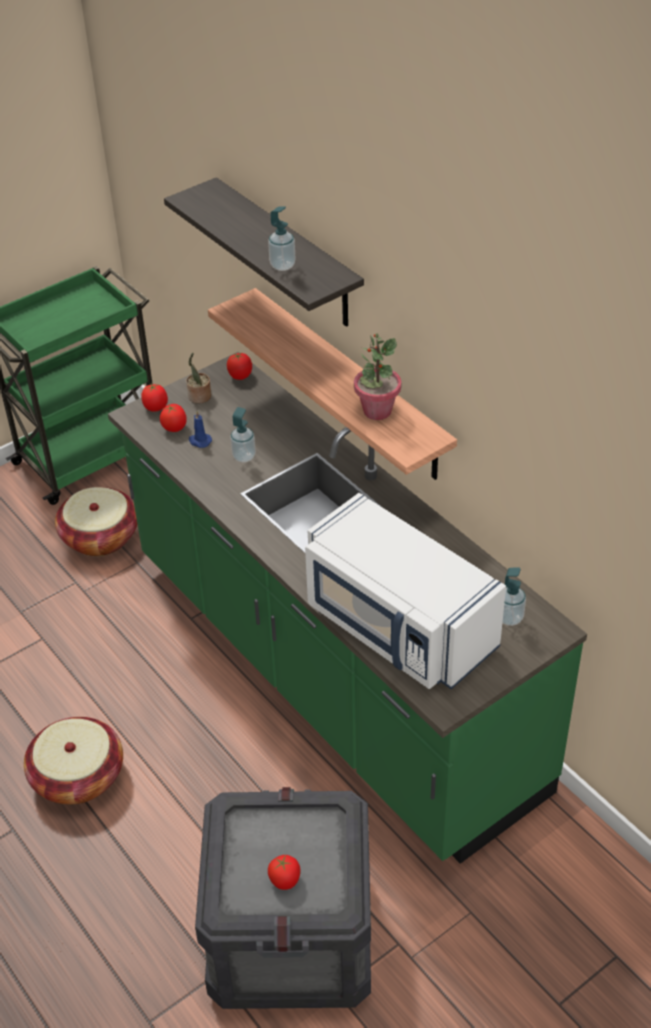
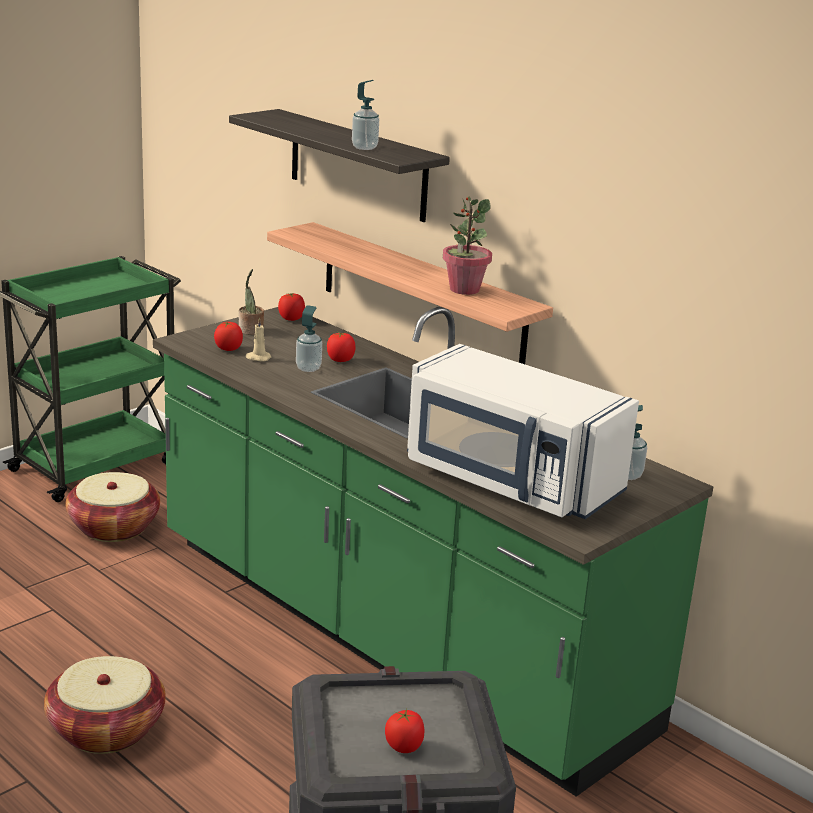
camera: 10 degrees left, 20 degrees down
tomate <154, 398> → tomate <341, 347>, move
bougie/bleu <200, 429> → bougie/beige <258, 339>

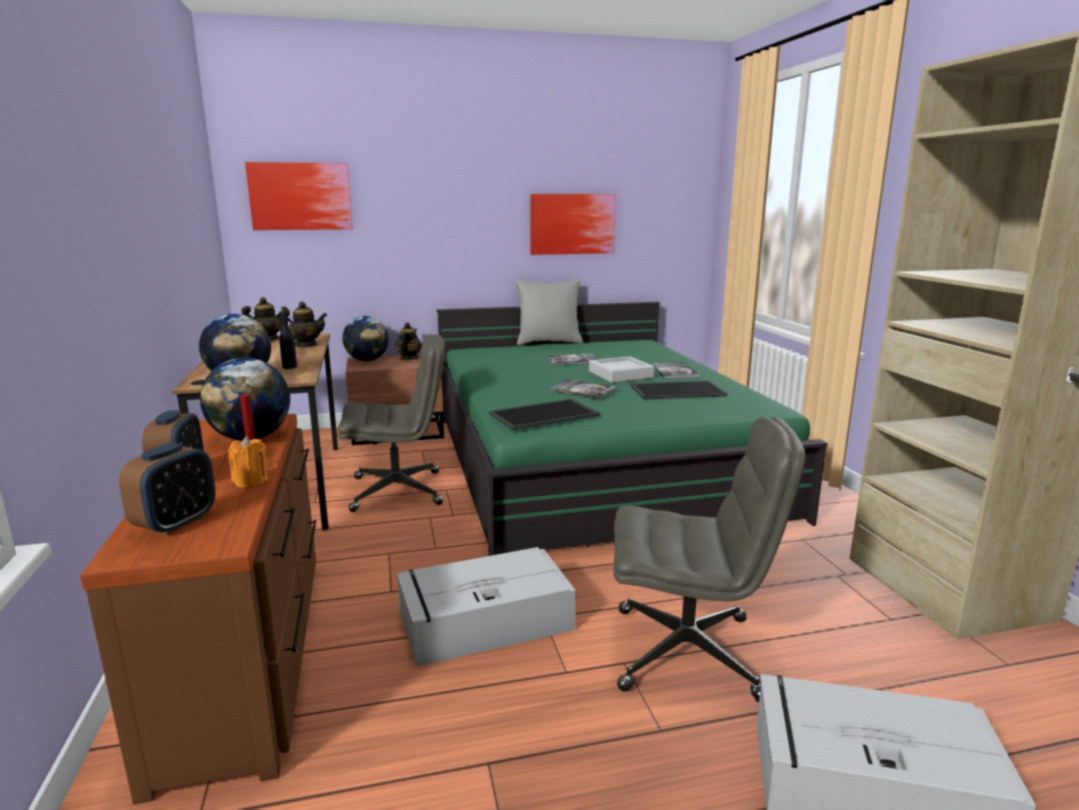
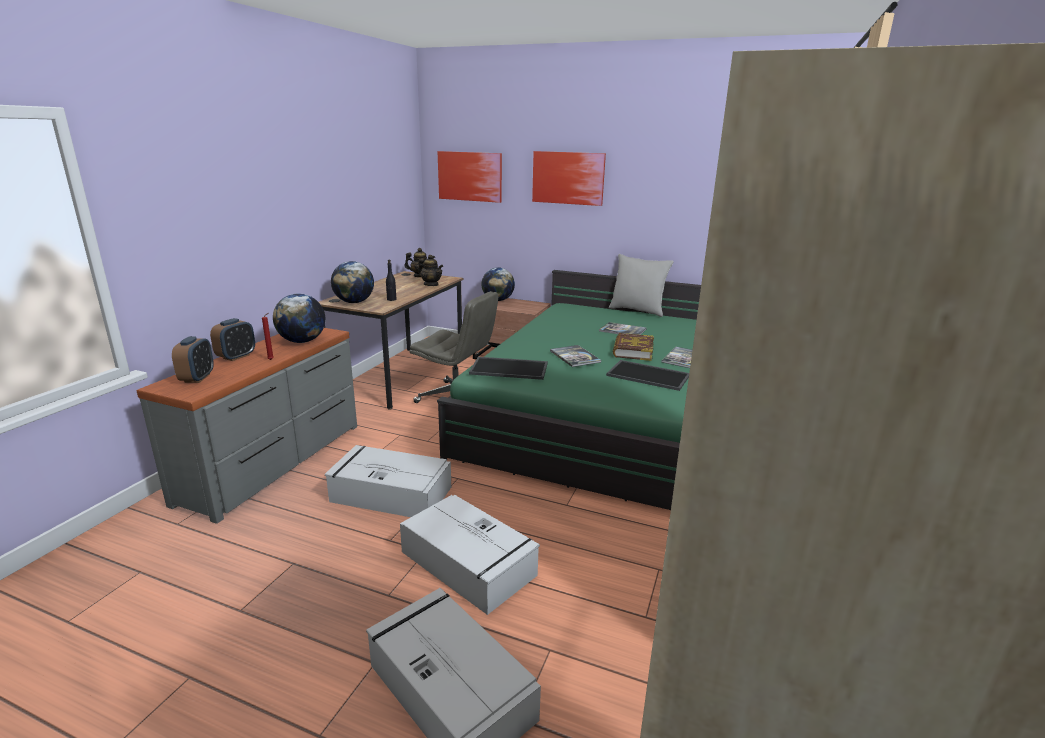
camera: 35 degrees right, 5 degrees up
tableau <573, 224> → tableau <569, 178>, move
théière <408, 341> → -
plateau/gris <621, 369> → livre <633, 347>
commode/marron <198, 609> → commode/gris <247, 426>
chaise de bureau/gris <709, 559> → boîte de rangement/gris <470, 555>
bougie/orange <248, 461> → -
réveil <167, 488> → réveil <193, 359>, 60 degrees counterclockwise

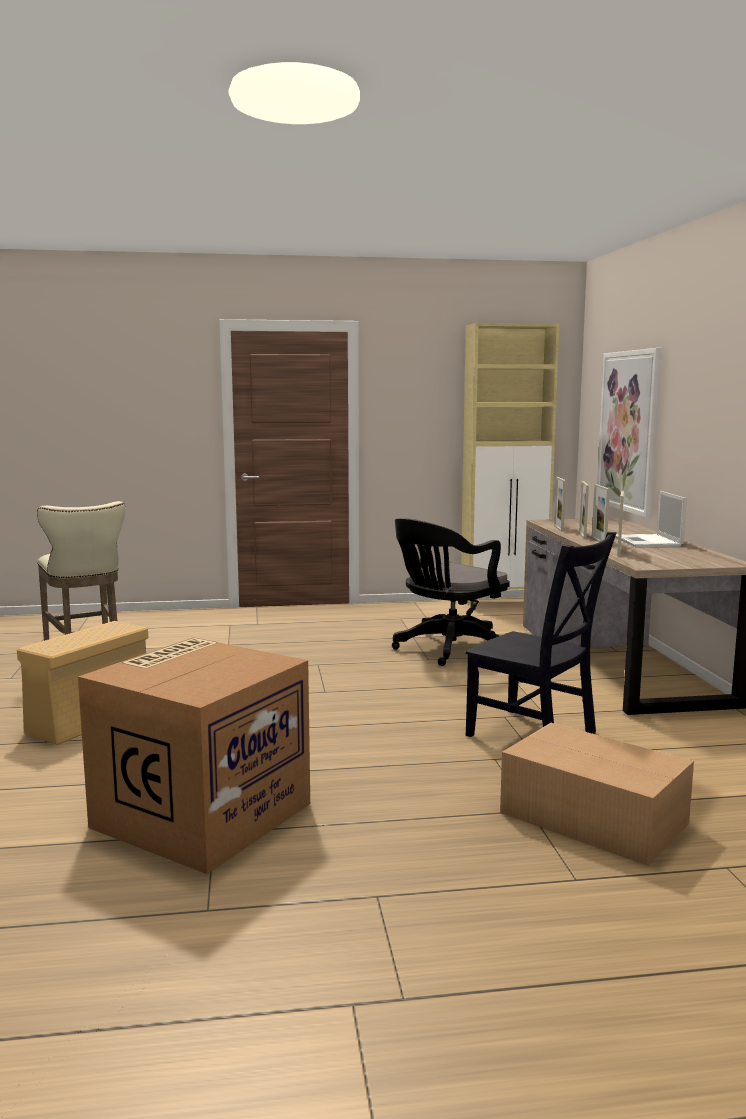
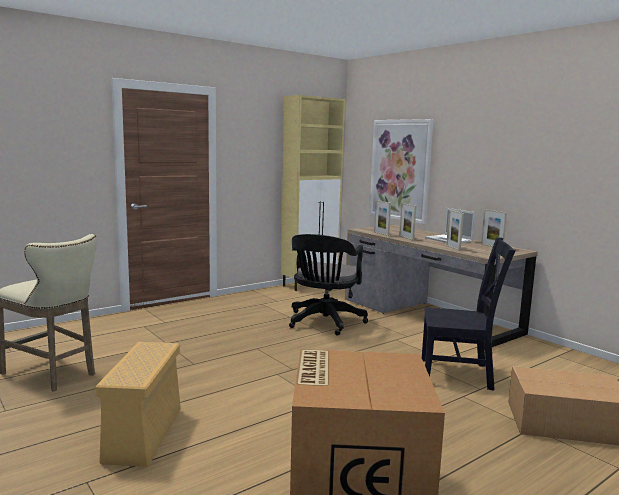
camera: 30 degrees left, 0 degrees up
cadre photo <601, 513> → cadre photo <494, 228>, move

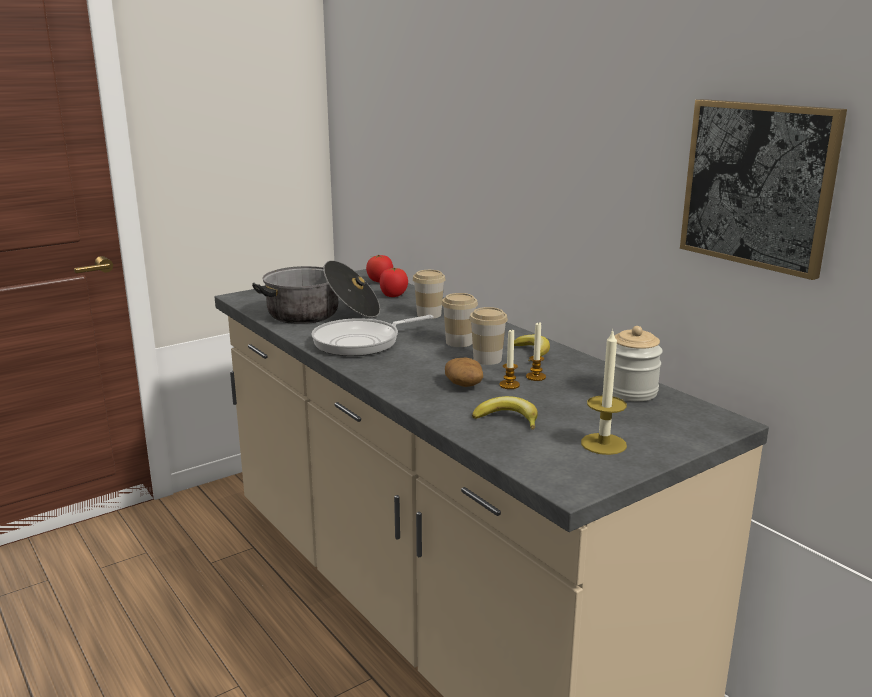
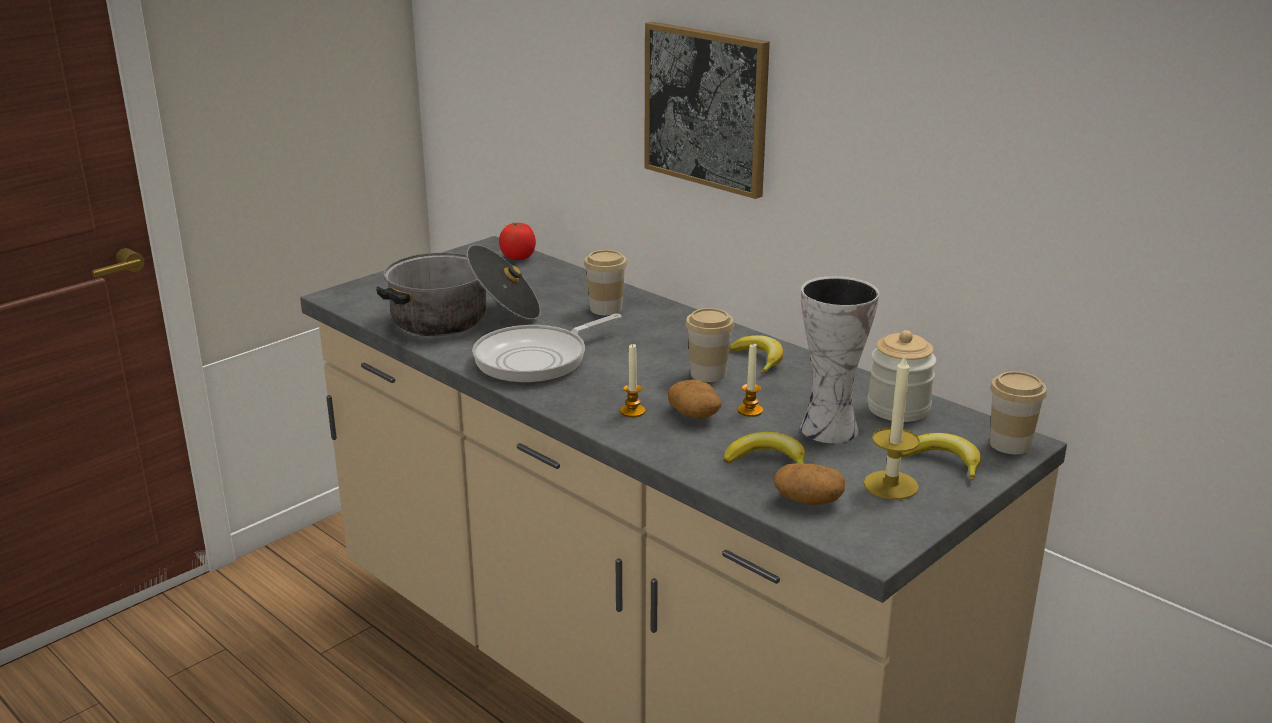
camera: 10 degrees left, 5 degrees up
tableau <763, 189> → tableau <707, 110>, move
tomate <394, 282> → -
tasse <460, 320> → tasse <1018, 412>, move
bougie <536, 351> → bougie <632, 380>, move
- → vase <839, 359>
- → banane <941, 457>
- → pomme de terre <809, 484>

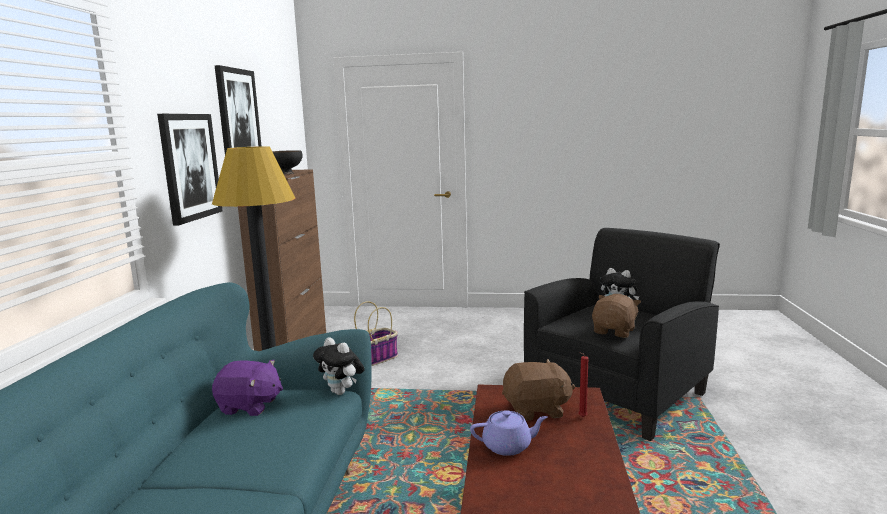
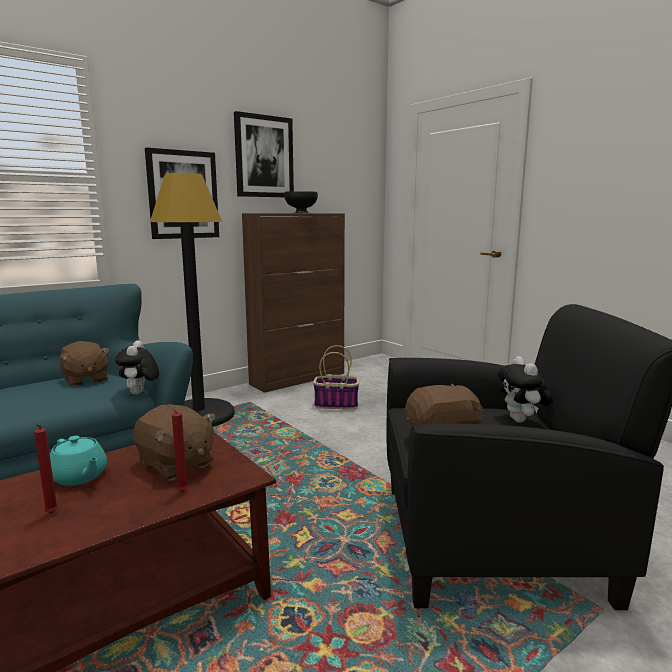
camera: 45 degrees right, 0 degrees up
peluche/violet <247, 388> → peluche/marron <85, 363>
théière/violet <509, 433> → théière/turquoise <78, 461>
- → bougie/rouge <46, 468>

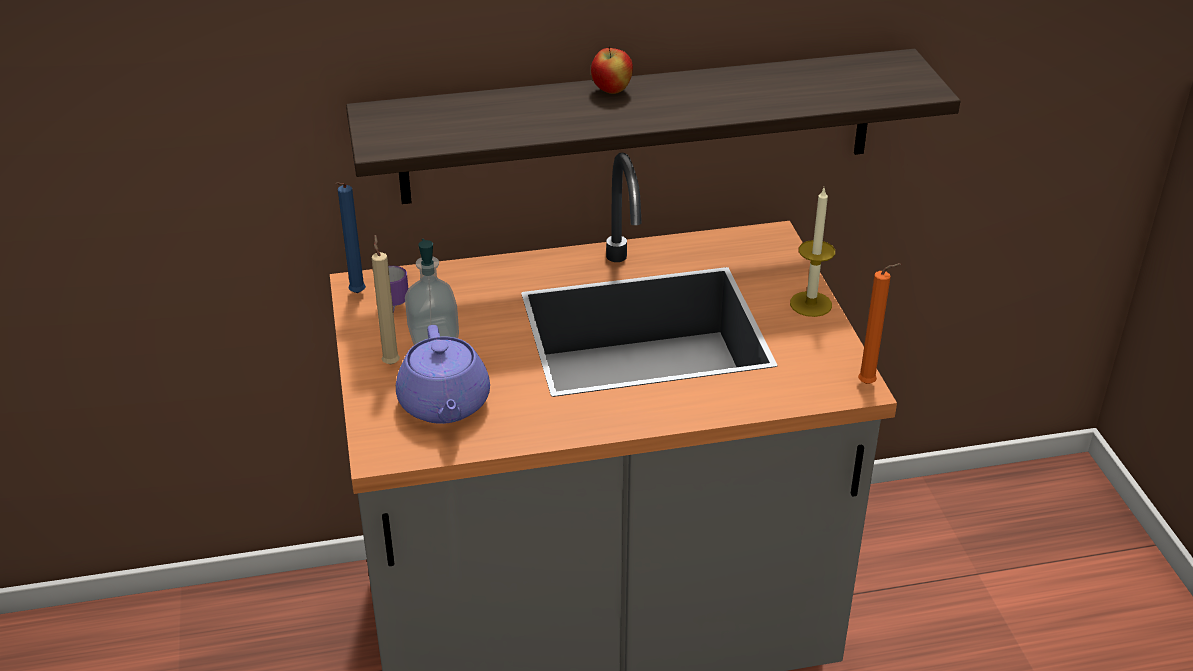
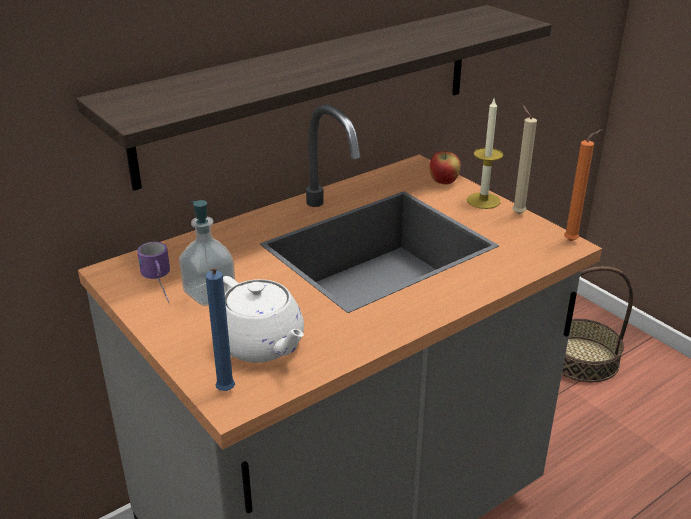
camera: 25 degrees left, 5 degrees down
pomme <612, 70> → pomme <445, 167>, move
bougie/bleu <351, 237> → bougie/bleu <220, 329>, move
bougie/beige <386, 300> → bougie/beige <524, 159>, move
théière/violet <443, 374> → théière/blanc <263, 319>
- → panier <597, 324>

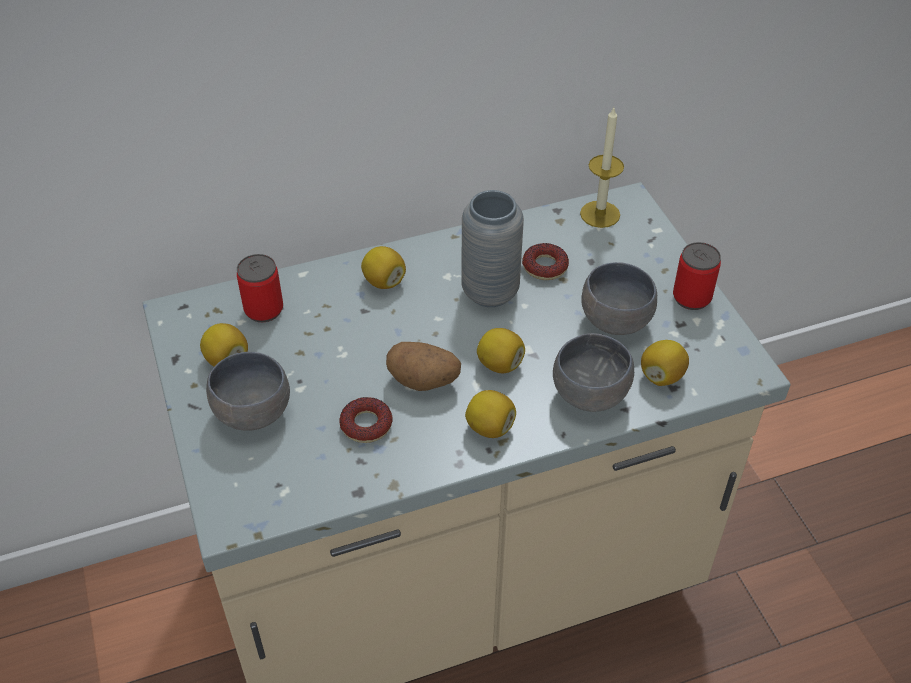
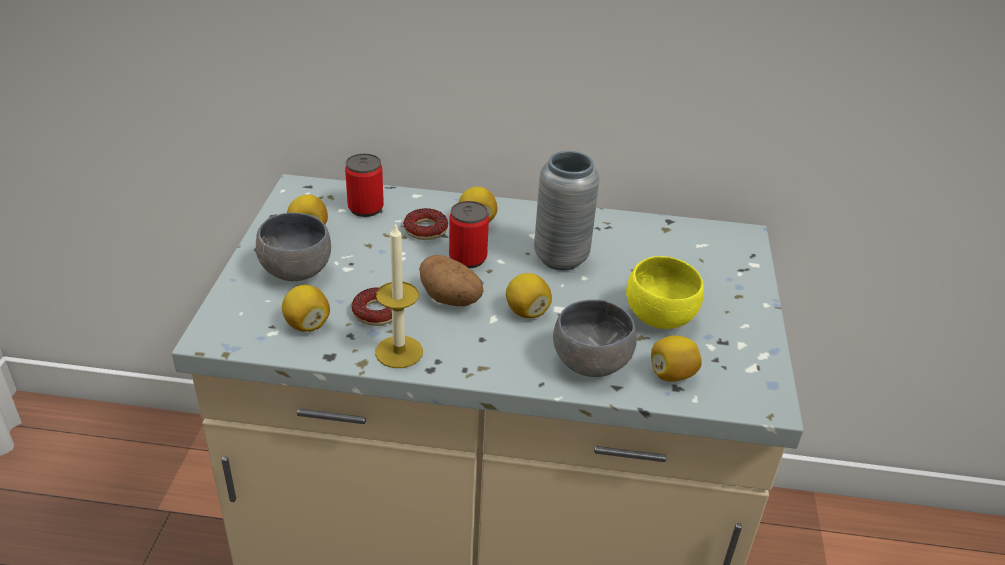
camera: 25 degrees right, 10 degrees down
bougie <602, 168> → bougie <399, 295>, move
boîte métallique <697, 276> → boîte métallique <469, 234>, move
beignet <545, 261> → beignet <425, 224>, move
bol/gris <619, 298> → bol/jaune <665, 292>
citron <490, 414> → citron <306, 308>, move

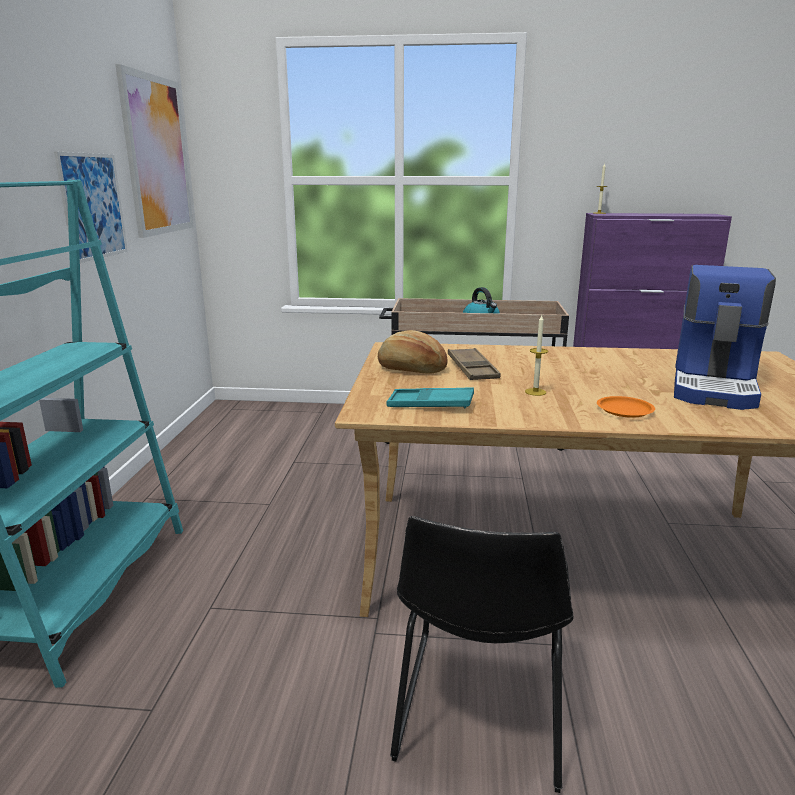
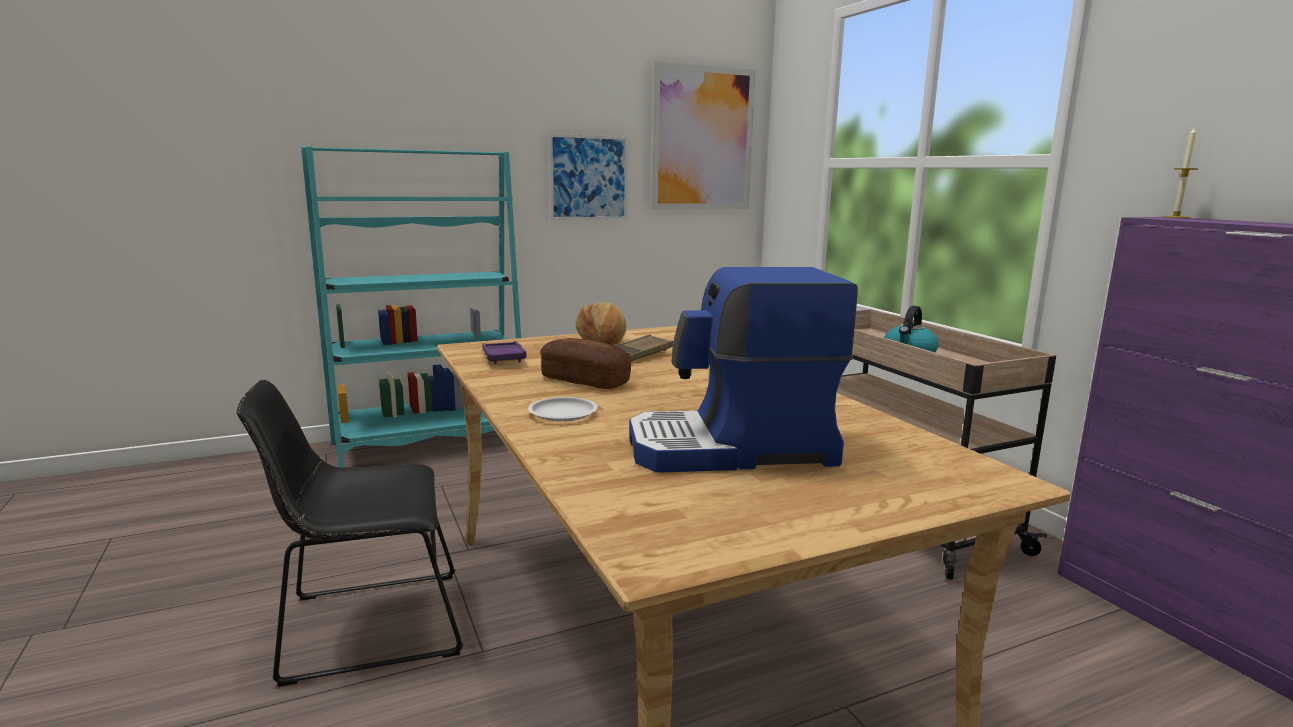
camera: 60 degrees right, 5 degrees down
bougie <536, 355> → pain <585, 363>
plateau/turquoise <430, 397> → plateau/violet <504, 352>
assiette/orange <626, 407> → assiette/blanc <563, 409>

